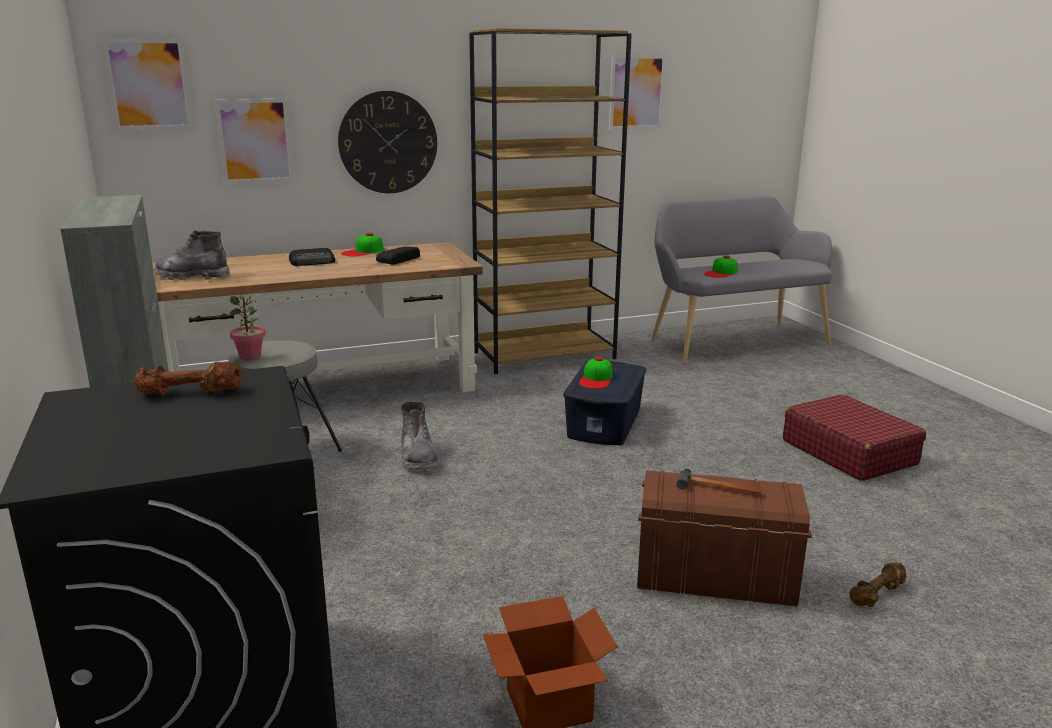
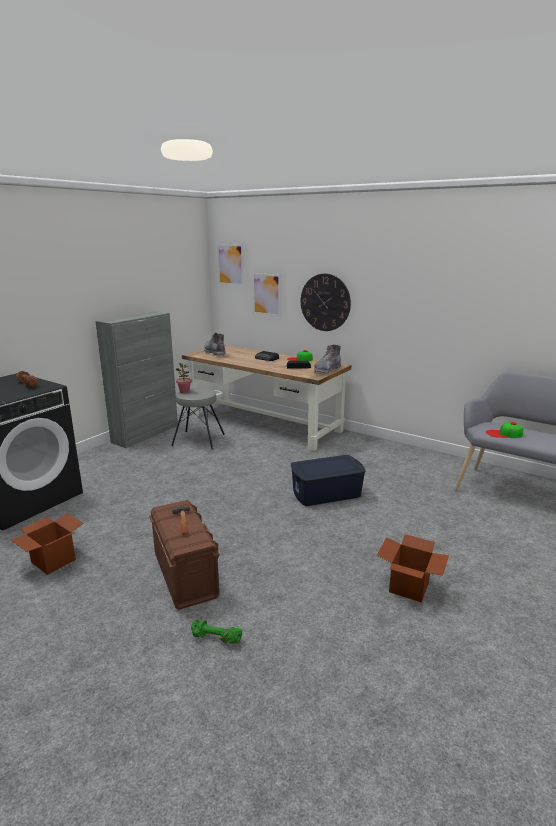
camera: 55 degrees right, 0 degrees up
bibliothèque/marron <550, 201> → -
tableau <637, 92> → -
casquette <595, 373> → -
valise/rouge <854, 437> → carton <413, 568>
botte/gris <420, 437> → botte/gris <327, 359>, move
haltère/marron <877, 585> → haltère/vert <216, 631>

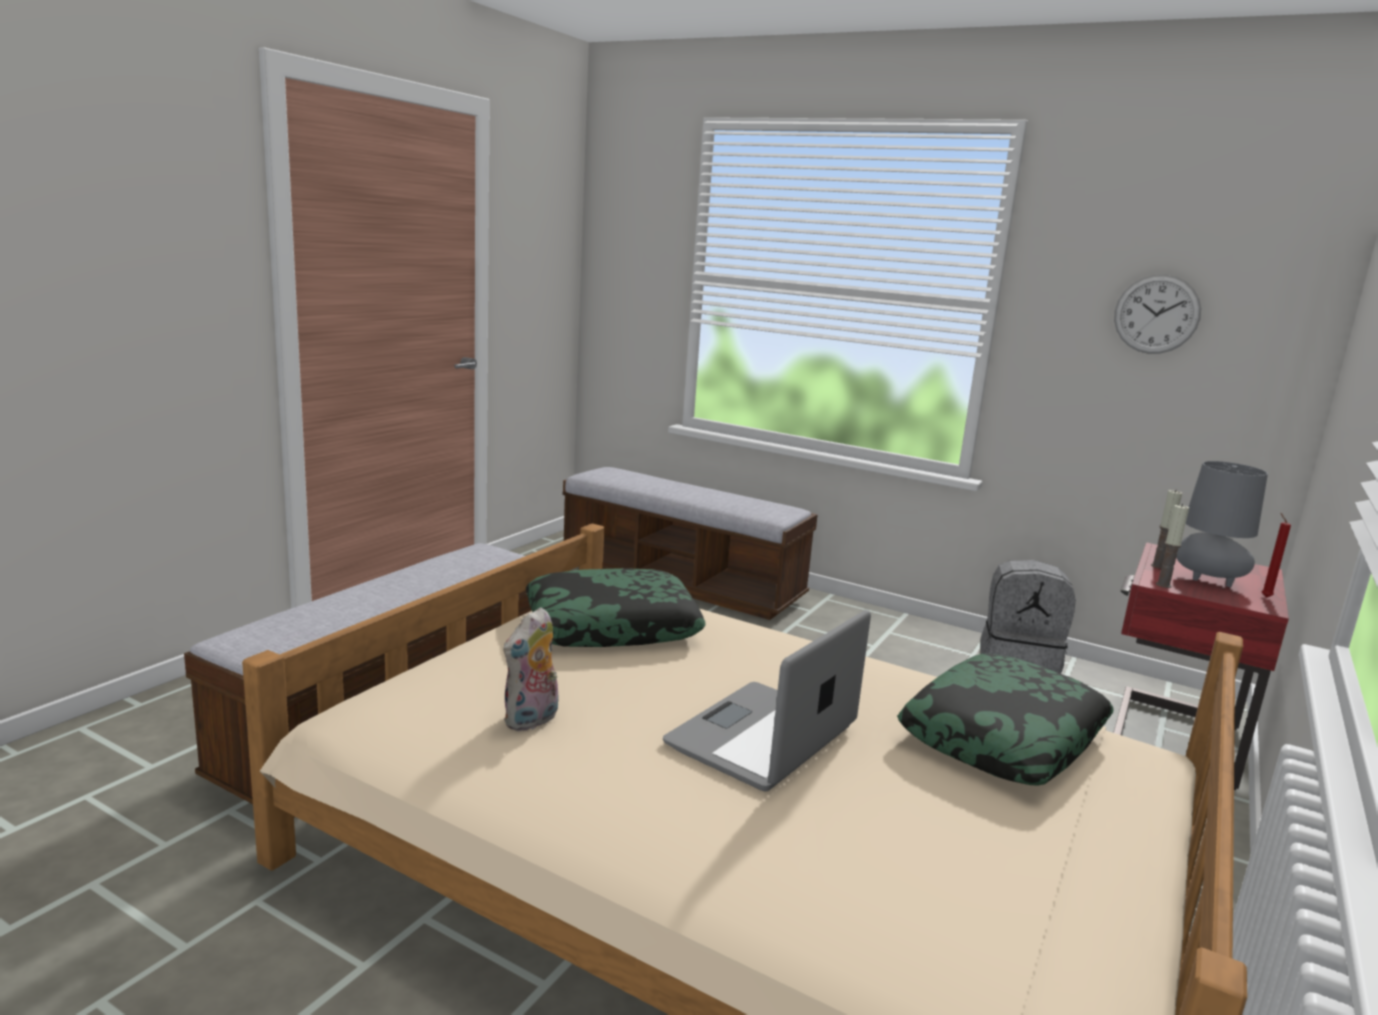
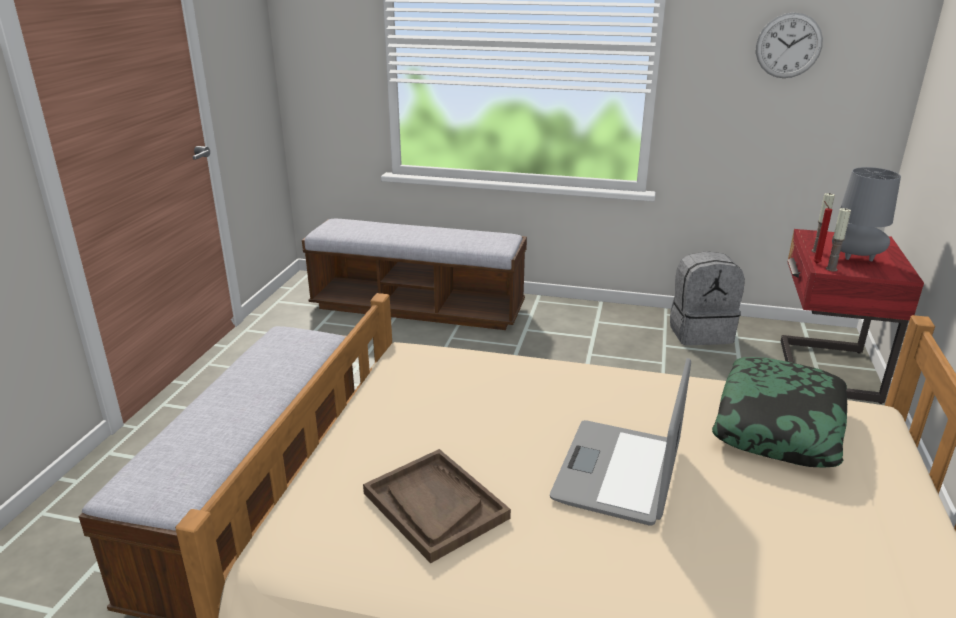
camera: 15 degrees left, 10 degrees up
bougie/rouge <1276, 555> → bougie/rouge <822, 232>, move
coussin <616, 607> → -
peluche <533, 669> → plateau/marron <437, 506>

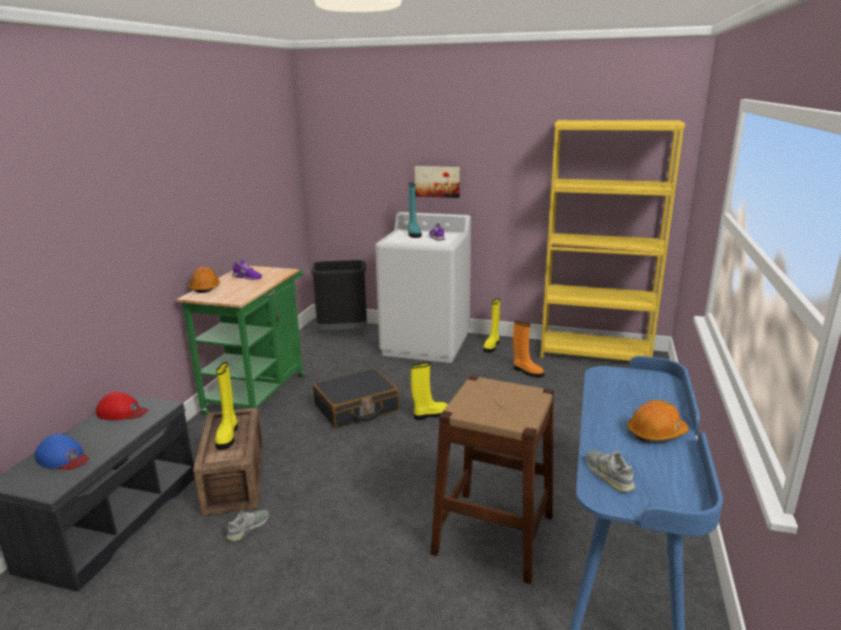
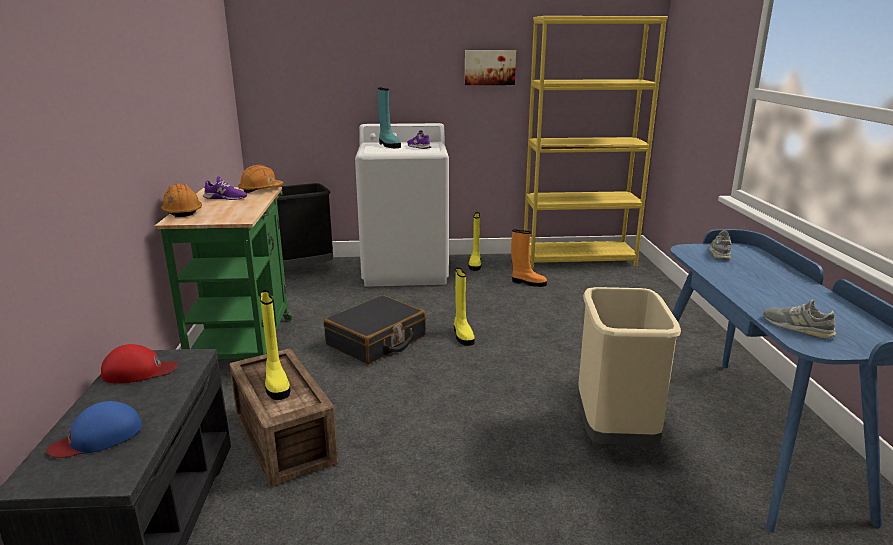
camera: 20 degrees left, 0 degrees up
tableau <437, 182> → tableau <490, 67>, move
botte/jaune <429, 391> → botte/jaune <464, 307>, 120 degrees clockwise
tabouret/marron <492, 480> → poubelle/beige <629, 366>
casque de chantier/orange <658, 420> → casque de chantier/orange <260, 179>, move
casquette/bleu <62, 452> → casquette/bleu <94, 429>, 135 degrees clockwise
chaussure/gris <248, 525> → chaussure/gris <720, 244>, move

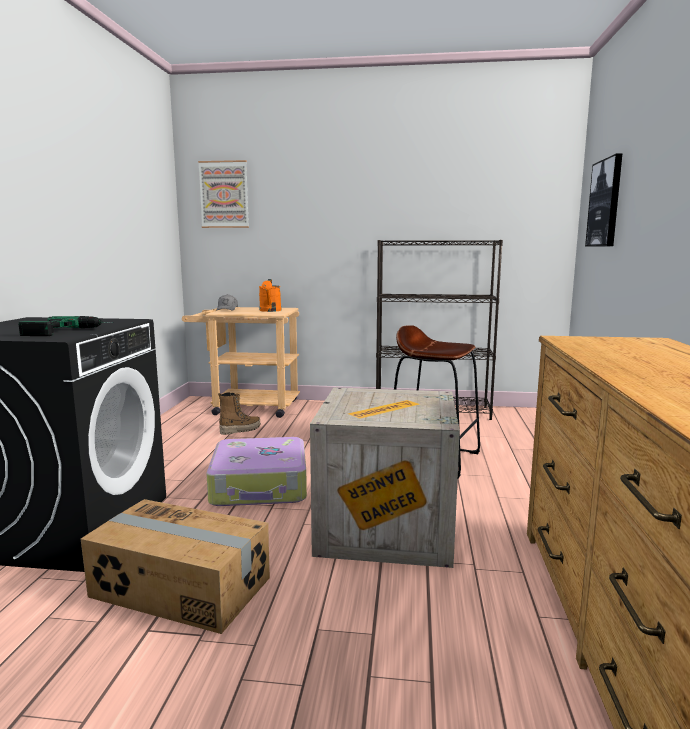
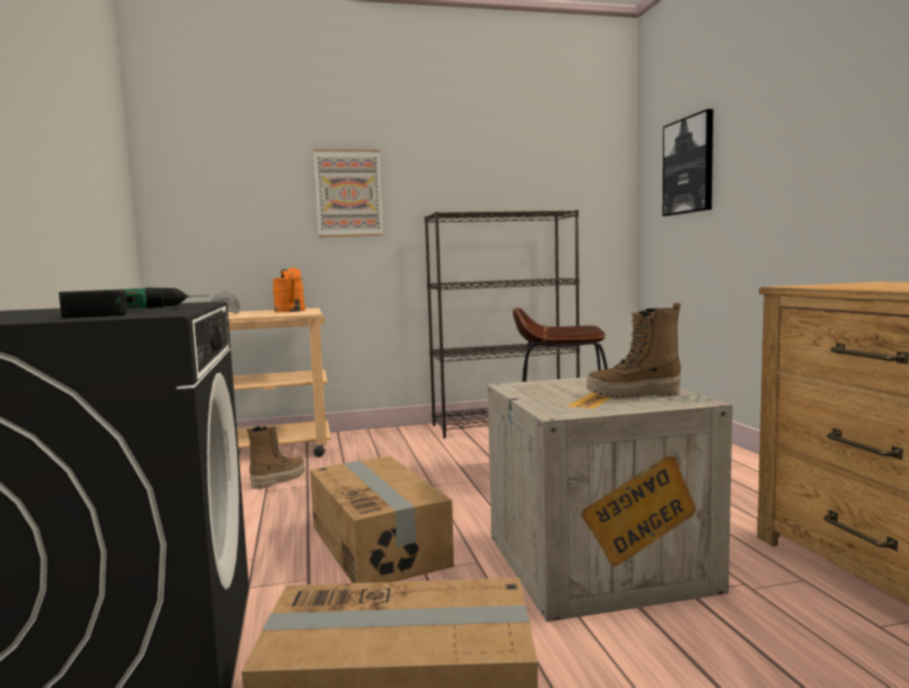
camera: 20 degrees left, 5 degrees down
tableau <223, 194> → tableau <348, 193>, move
valise <256, 471> → carton <382, 519>
- → botte <634, 350>

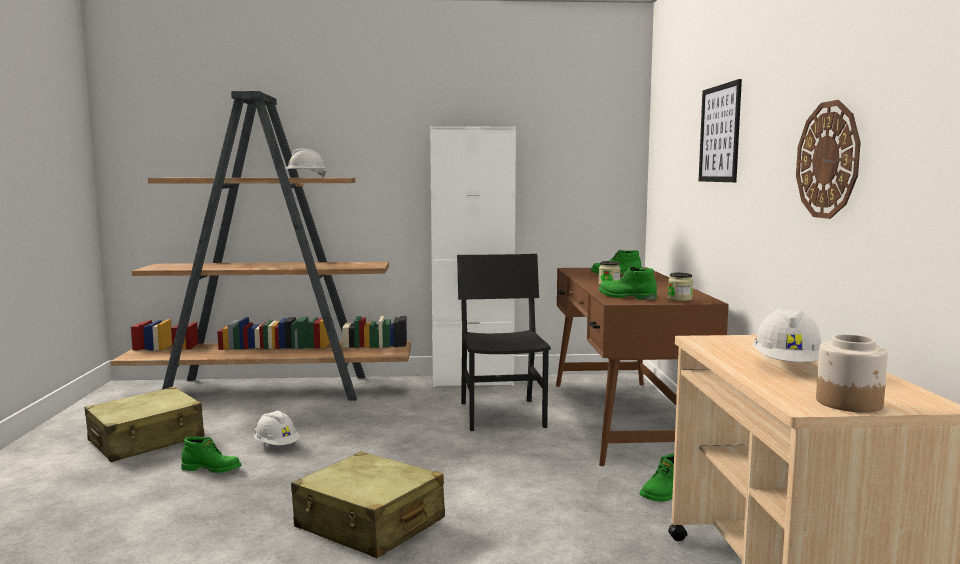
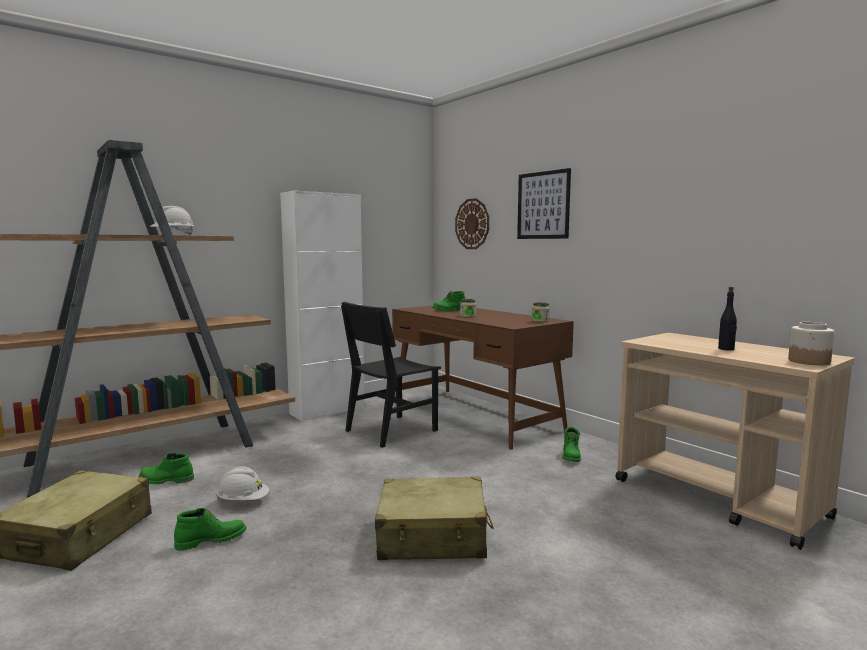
camera: 35 degrees left, 0 degrees up
horloge murale <828, 159> → horloge murale <472, 223>, move
chaise/noir <504, 342> → chaise/noir <391, 375>, 90 degrees counterclockwise
botte/vert <628, 283> → botte/vert <166, 468>, move
casque de chantier/blanc <787, 335> → bouteille/noir <727, 318>

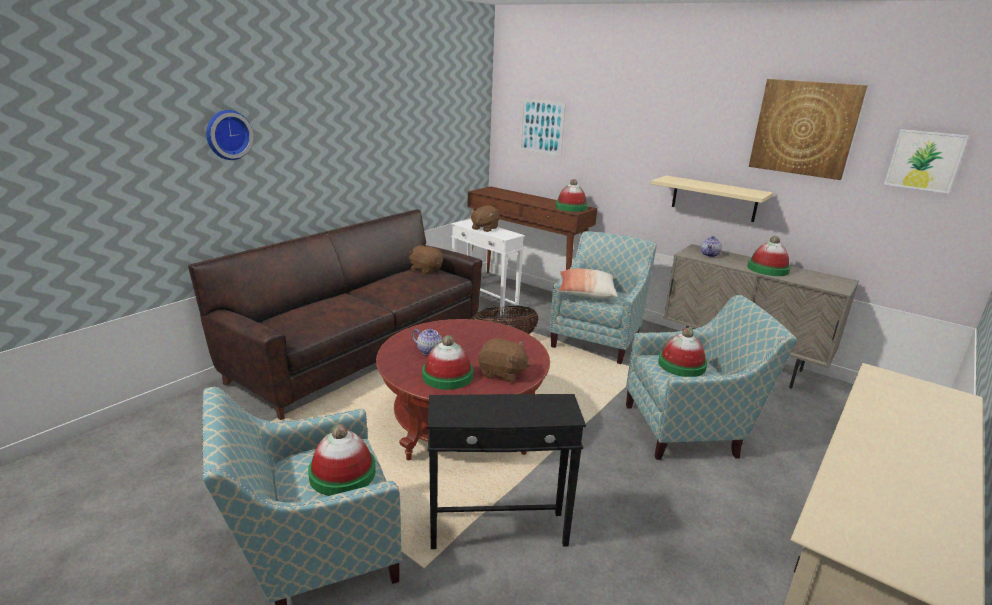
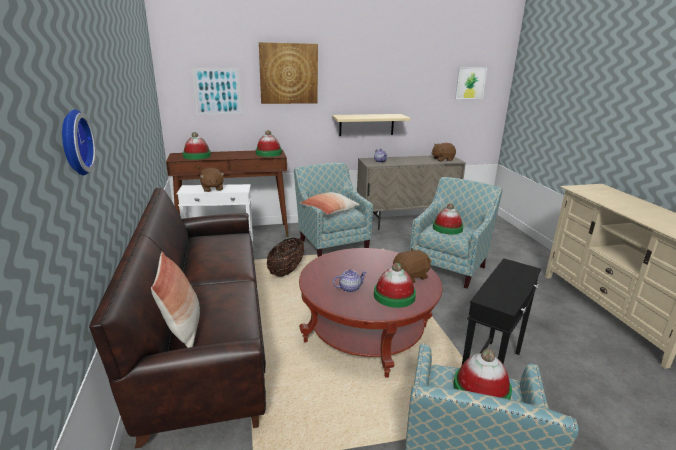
camera: 50 degrees left, 0 degrees up
tableau <808, 129> → tableau <288, 73>, move
chapeau <769, 256> → chapeau <197, 146>, move
peluche/marron <426, 259> → peluche/marron <443, 152>, move
- → coussin <175, 299>

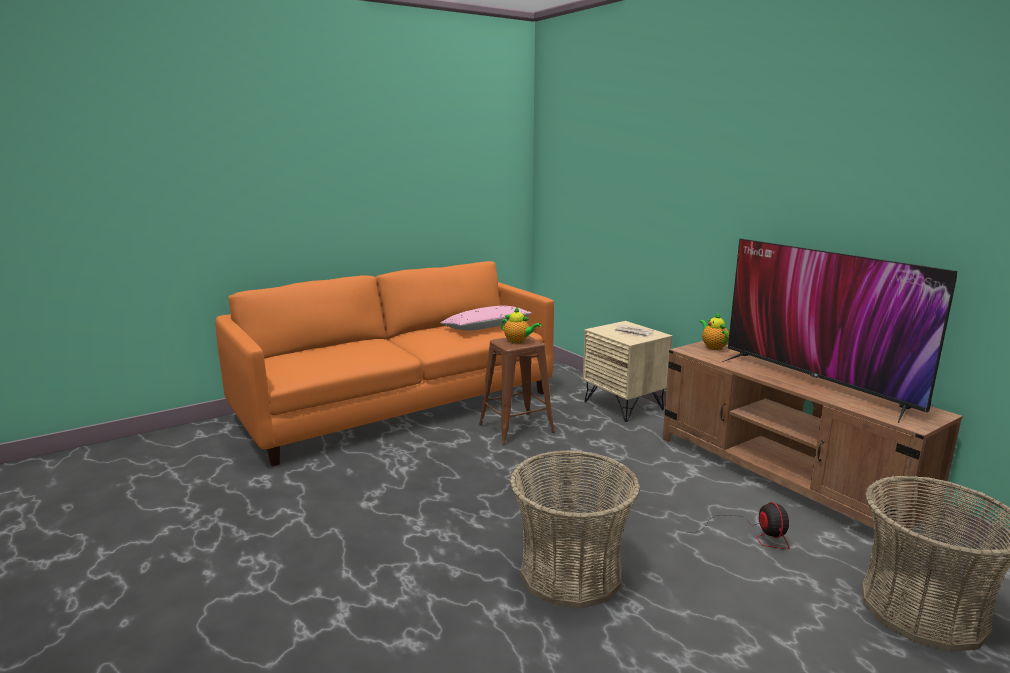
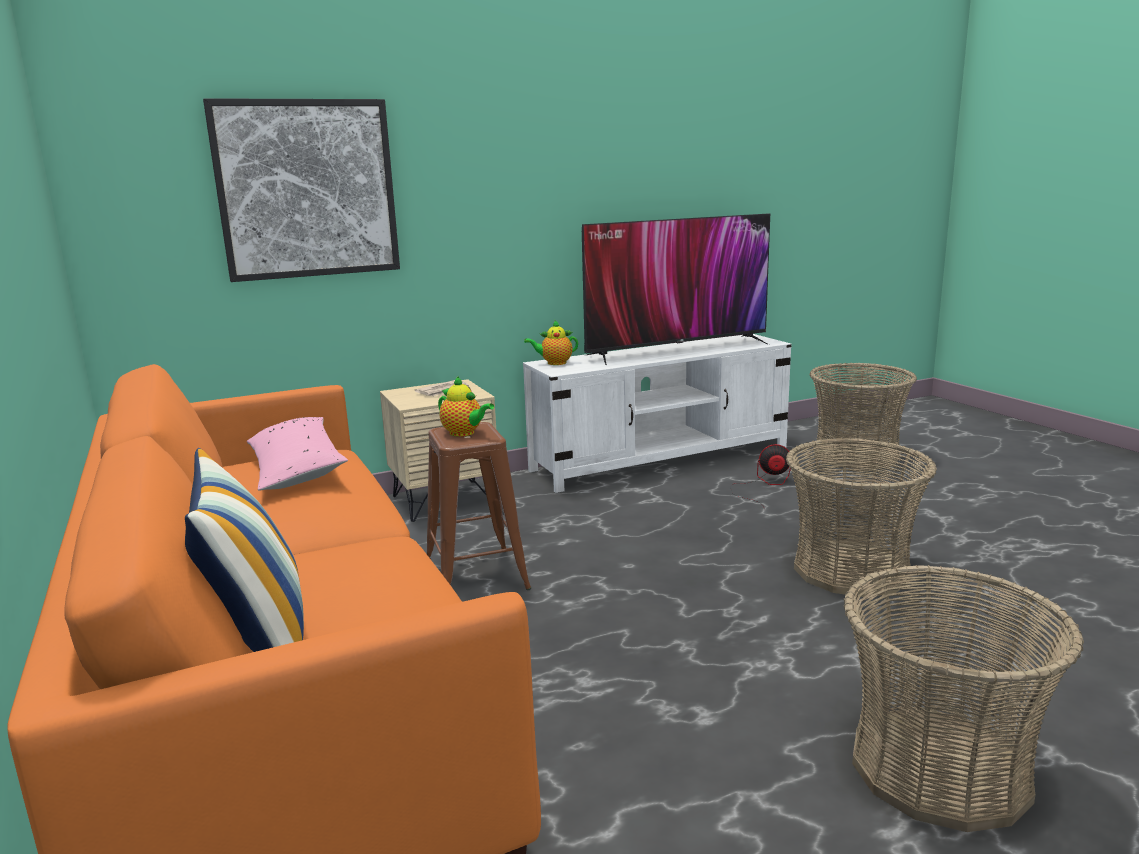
camera: 80 degrees left, 0 degrees up
théière <521, 325> → théière <466, 406>, 90 degrees clockwise
meuble télé/marron <813, 446> → meuble télé/blanc <657, 413>
- → tableau <301, 190>
- → coussin <244, 550>
- → panier <963, 698>

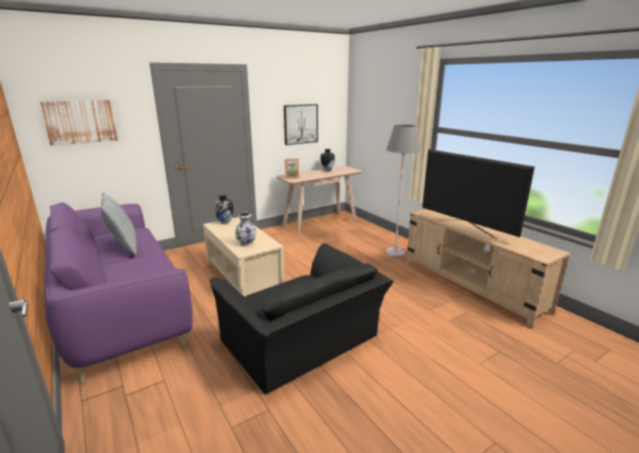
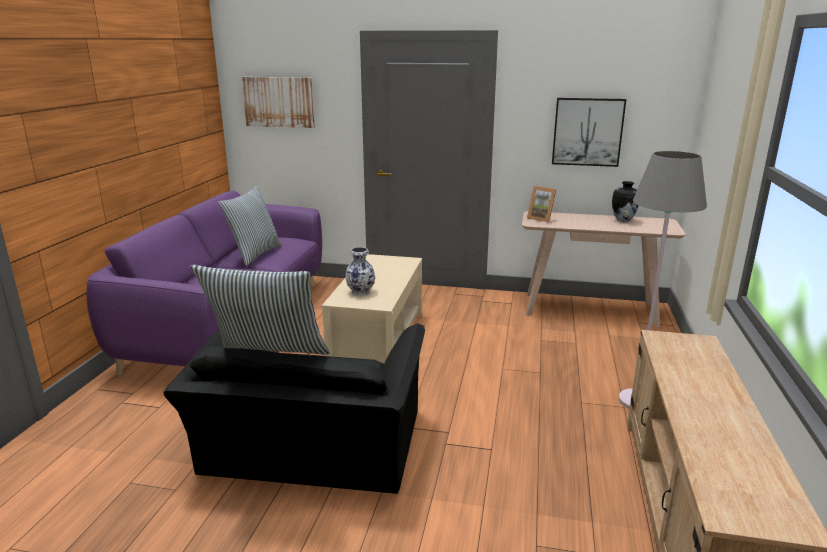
camera: 45 degrees right, 0 degrees up
téléviseur <478, 194> → -
vase <223, 209> → -
- → coussin <260, 310>

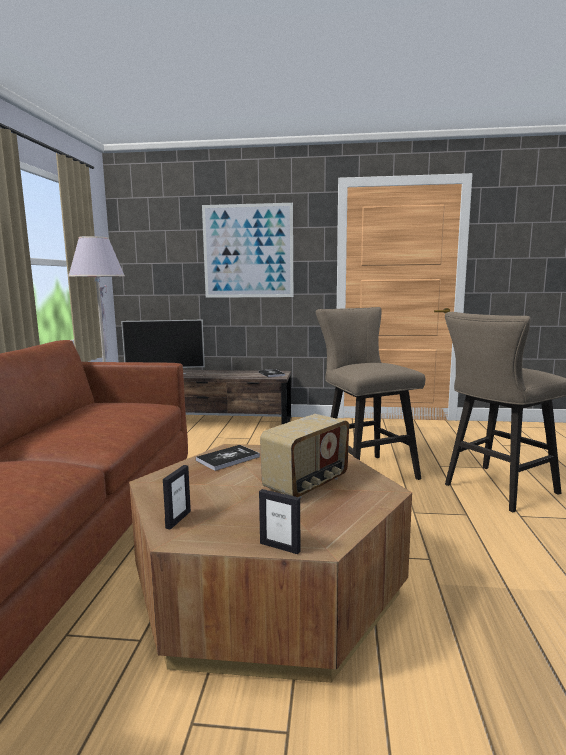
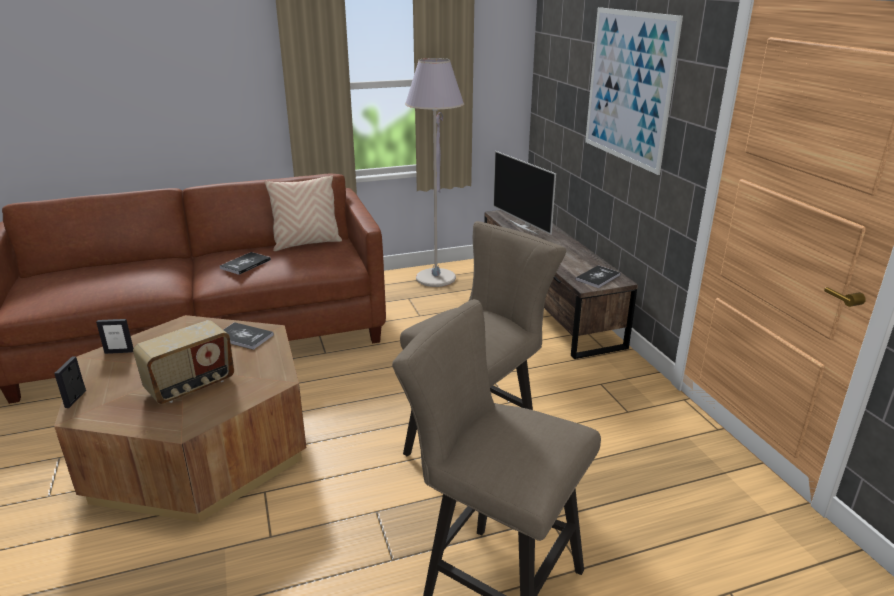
camera: 65 degrees right, 15 degrees up
radio <304, 456> → radio <183, 362>, 60 degrees counterclockwise
- → coussin/beige <303, 213>
- → livre <245, 263>

